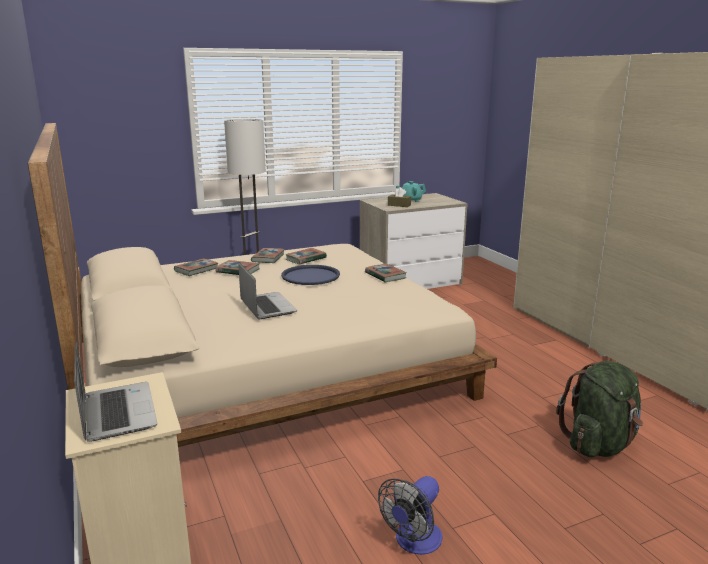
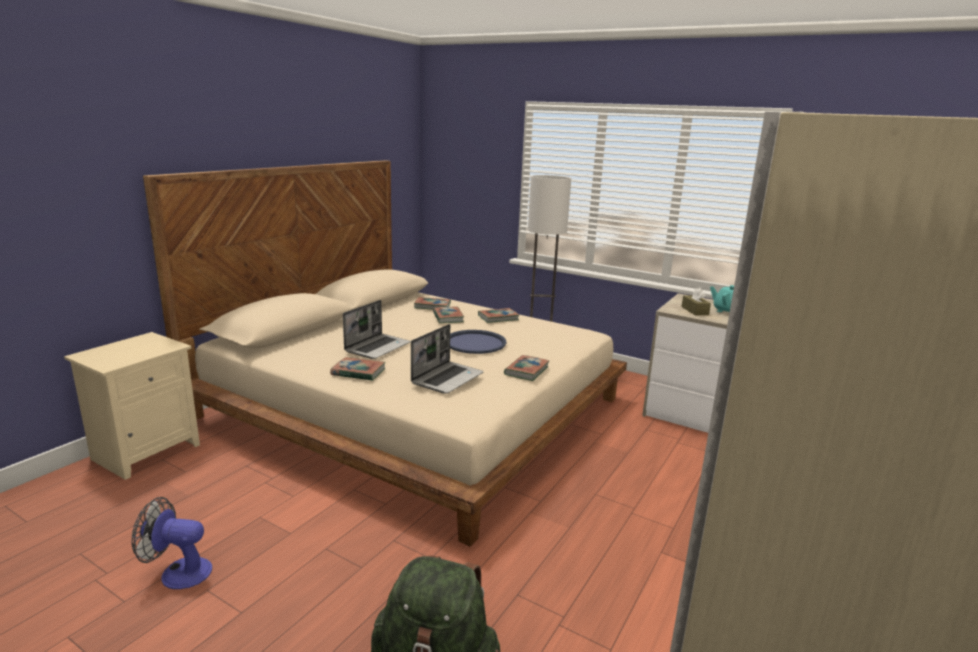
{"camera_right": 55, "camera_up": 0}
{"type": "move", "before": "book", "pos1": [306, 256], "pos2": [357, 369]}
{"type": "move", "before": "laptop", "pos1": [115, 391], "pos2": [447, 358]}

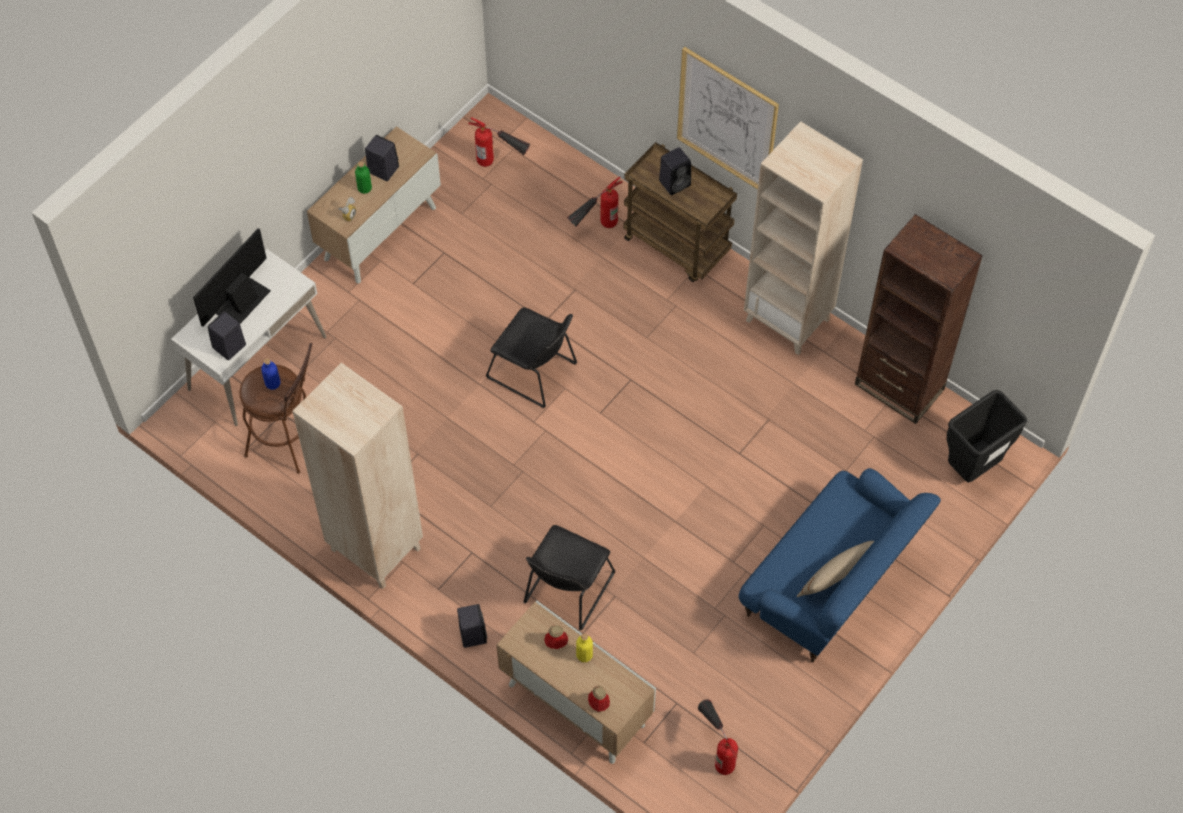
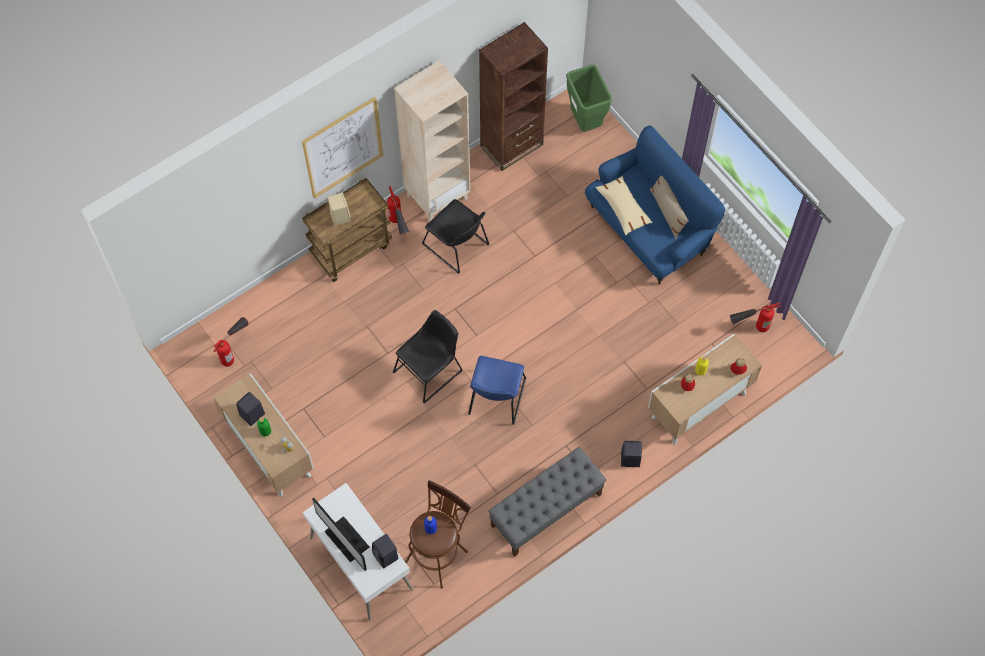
{"camera_right": -75, "camera_up": 5}
{"type": "recolor", "before": "speaker in black", "after": "speaker in beige", "pos1": [675, 171], "pos2": [339, 209]}
{"type": "move", "before": "fire extinguisher", "pos1": [595, 202], "pos2": [398, 209]}
{"type": "replace", "before": "bookcase in beige", "after": "bench in grey", "pos1": [357, 476], "pos2": [547, 502]}
{"type": "recolor", "before": "trash can in black", "after": "trash can in green", "pos1": [987, 436], "pos2": [589, 98]}
{"type": "move", "before": "chair in black", "pos1": [569, 578], "pos2": [455, 236]}
{"type": "insert", "after": "pillow in beige", "pos2": [624, 205]}
{"type": "insert", "after": "chair in blue", "pos2": [497, 390]}

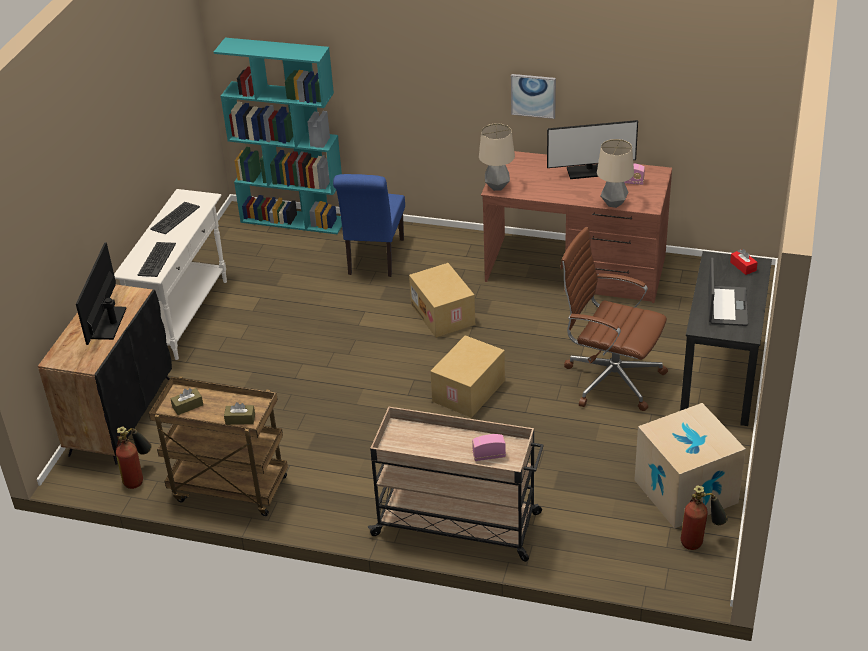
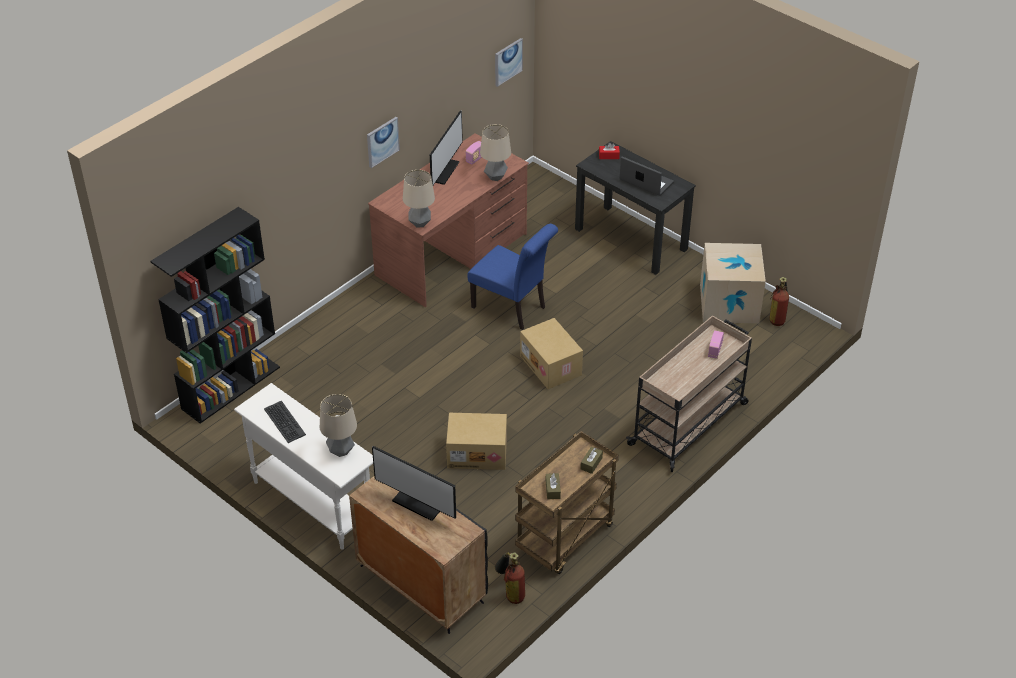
{"camera_right": -65, "camera_up": 5}
{"type": "recolor", "before": "bookcase in turquoise", "after": "bookcase in black", "pos1": [278, 136], "pos2": [215, 315]}
{"type": "move", "before": "chair in blue", "pos1": [369, 225], "pos2": [512, 277]}
{"type": "delete", "before": "office chair in brown", "pos1": [614, 319]}
{"type": "replace", "before": "keyboard", "after": "table lamp", "pos1": [156, 259], "pos2": [338, 425]}
{"type": "move", "before": "cardboard box", "pos1": [442, 300], "pos2": [476, 441]}
{"type": "insert", "after": "picture", "pos2": [509, 62]}

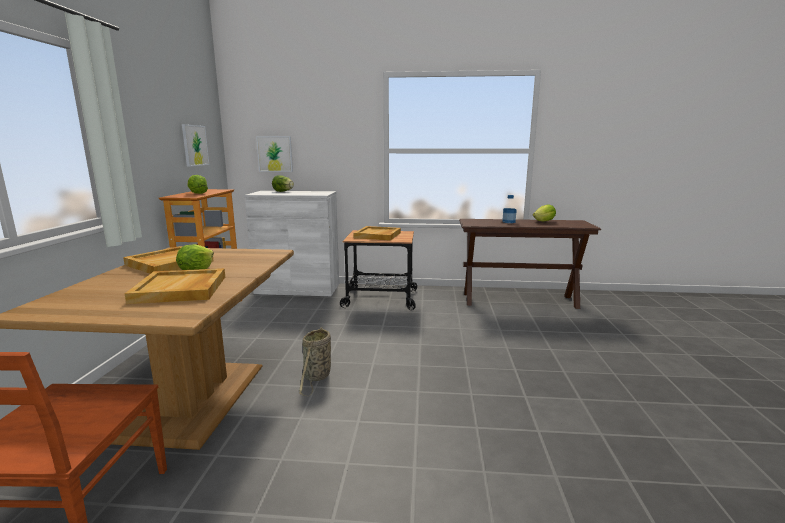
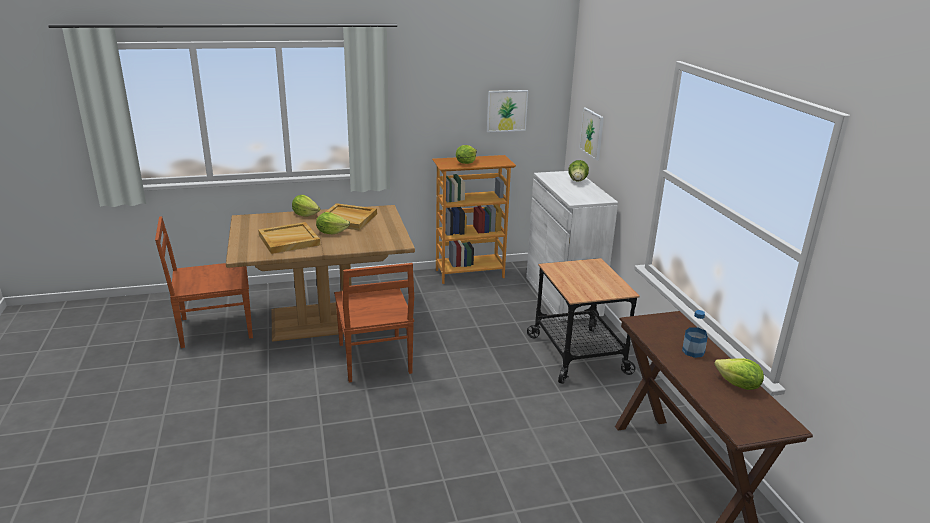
{"camera_right": 70, "camera_up": 10}
{"type": "delete", "before": "tray in beige", "pos1": [377, 233]}
{"type": "replace", "before": "basket", "after": "chair in brown", "pos1": [315, 361], "pos2": [374, 322]}
{"type": "insert", "after": "lettuce", "pos2": [306, 206]}

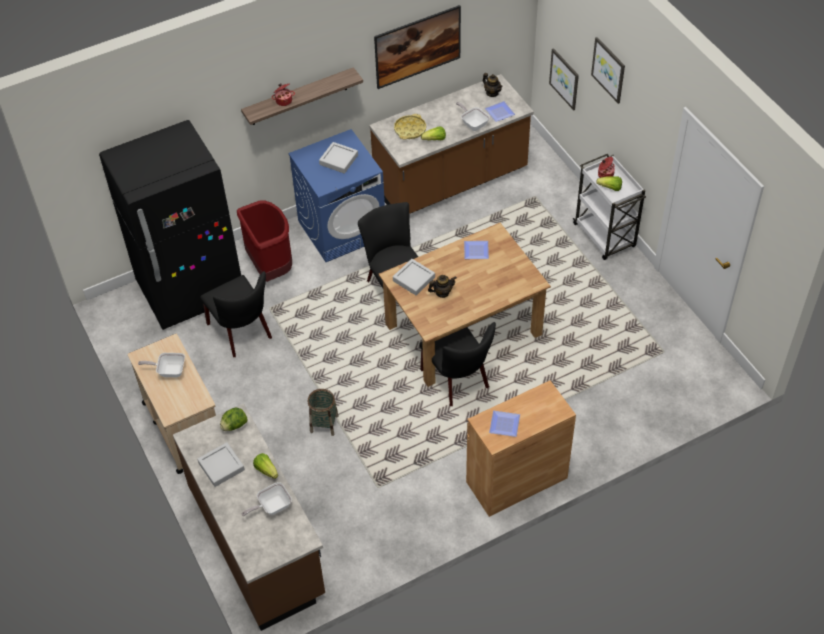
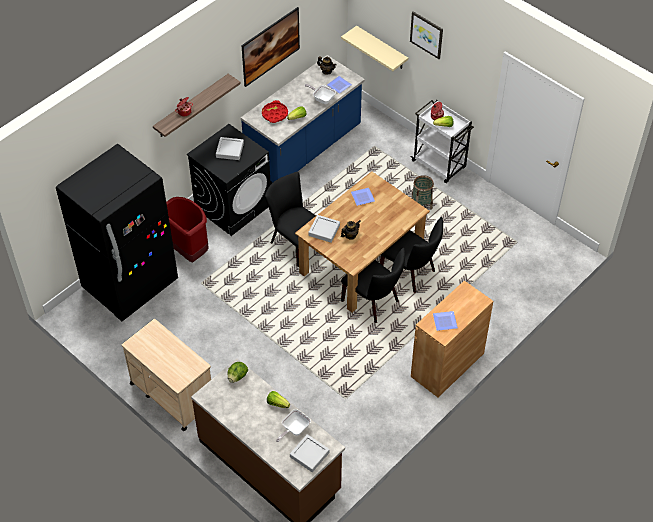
{"camera_right": -20, "camera_up": 0}
{"type": "replace", "before": "picture", "after": "shelf in beige", "pos1": [564, 79], "pos2": [374, 48]}
{"type": "recolor", "before": "counter in brown", "after": "counter in blue", "pos1": [451, 144], "pos2": [303, 119]}
{"type": "recolor", "before": "tray in yellow", "after": "tray in red", "pos1": [410, 127], "pos2": [275, 111]}
{"type": "recolor", "before": "washing machine in blue", "after": "washing machine in black", "pos1": [336, 195], "pos2": [229, 180]}
{"type": "move", "before": "chair in black", "pos1": [236, 314], "pos2": [411, 255]}
{"type": "delete", "before": "frying pan", "pos1": [161, 365]}
{"type": "move", "before": "basket", "pos1": [323, 412], "pos2": [422, 192]}
{"type": "move", "before": "tray in grey", "pos1": [221, 464], "pos2": [310, 453]}

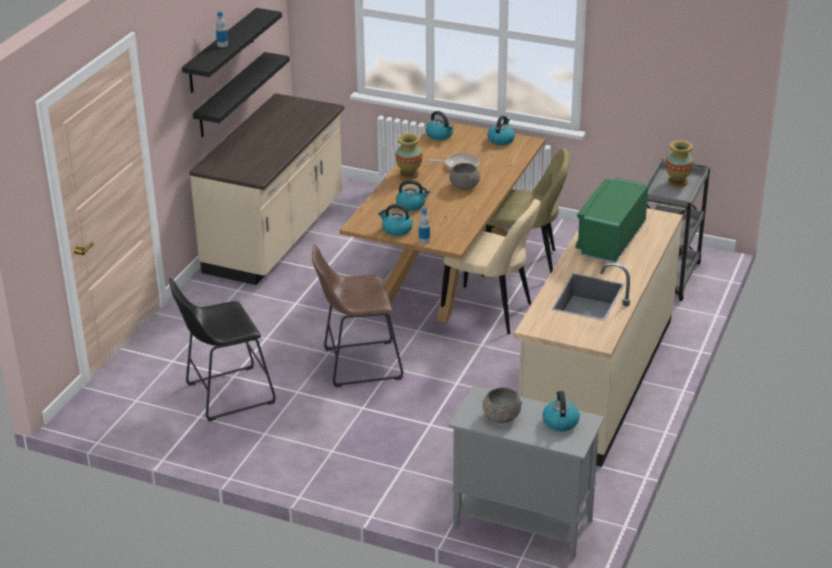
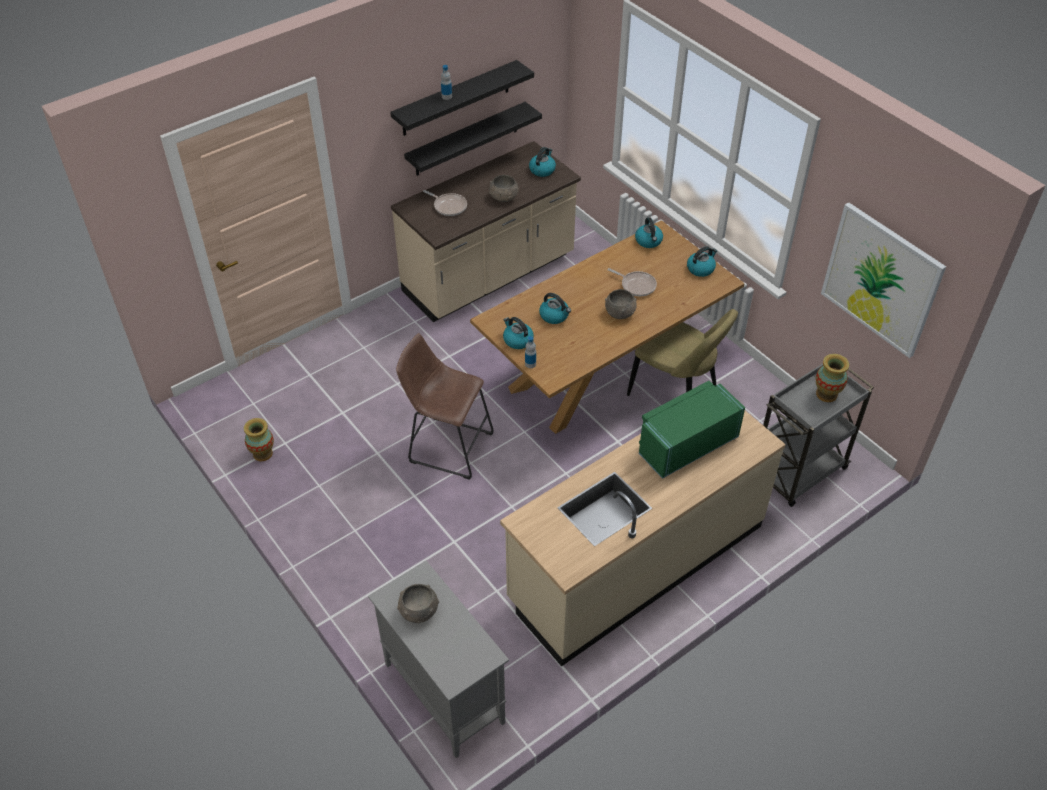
{"camera_right": 30, "camera_up": 15}
{"type": "move", "before": "vase", "pos1": [409, 156], "pos2": [259, 439]}
{"type": "delete", "before": "chair in beige", "pos1": [491, 266]}
{"type": "delete", "before": "stool in black", "pos1": [222, 349]}
{"type": "move", "before": "kettle", "pos1": [561, 411], "pos2": [542, 162]}
{"type": "insert", "after": "bowl in grey", "pos2": [504, 188]}
{"type": "insert", "after": "frying pan", "pos2": [445, 203]}
{"type": "insert", "after": "picture", "pos2": [883, 280]}

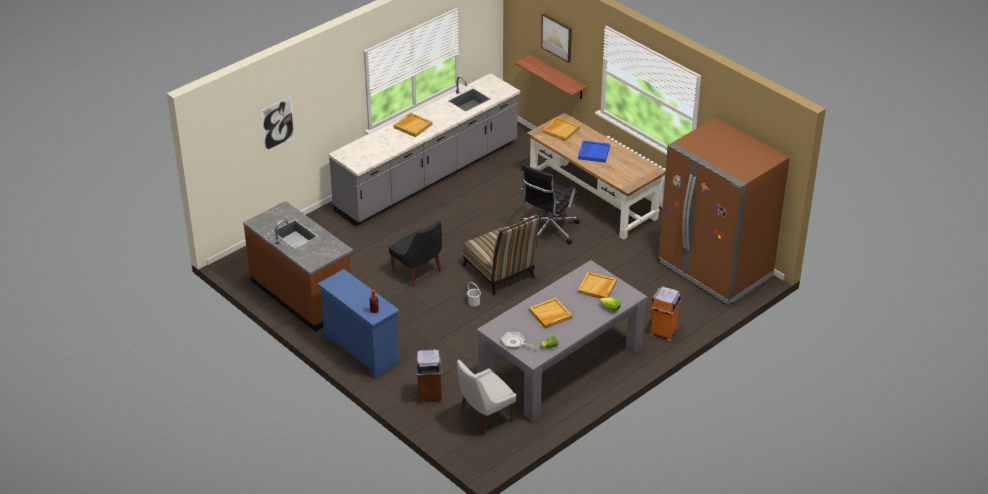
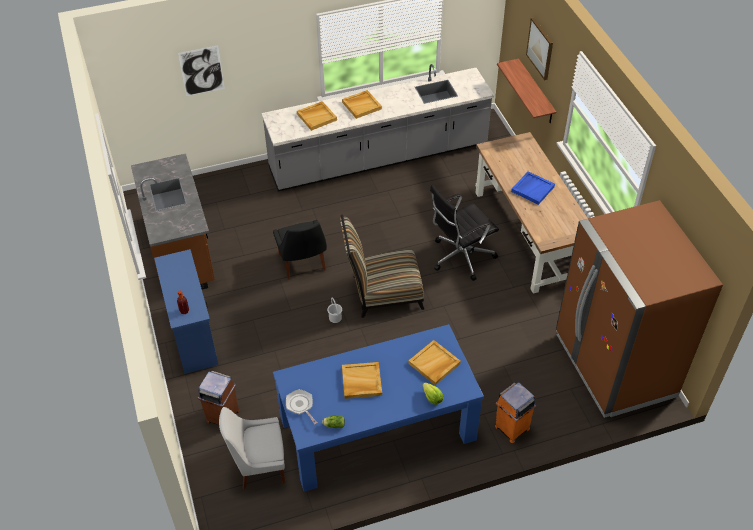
{"camera_right": 25, "camera_up": 10}
{"type": "move", "before": "tray in beige", "pos1": [561, 129], "pos2": [317, 116]}
{"type": "rotate", "before": "chair", "pos1": [501, 255], "pos2": [382, 266], "turn": 90}
{"type": "recolor", "before": "dining table in grey", "after": "dining table in blue", "pos1": [562, 340], "pos2": [378, 408]}

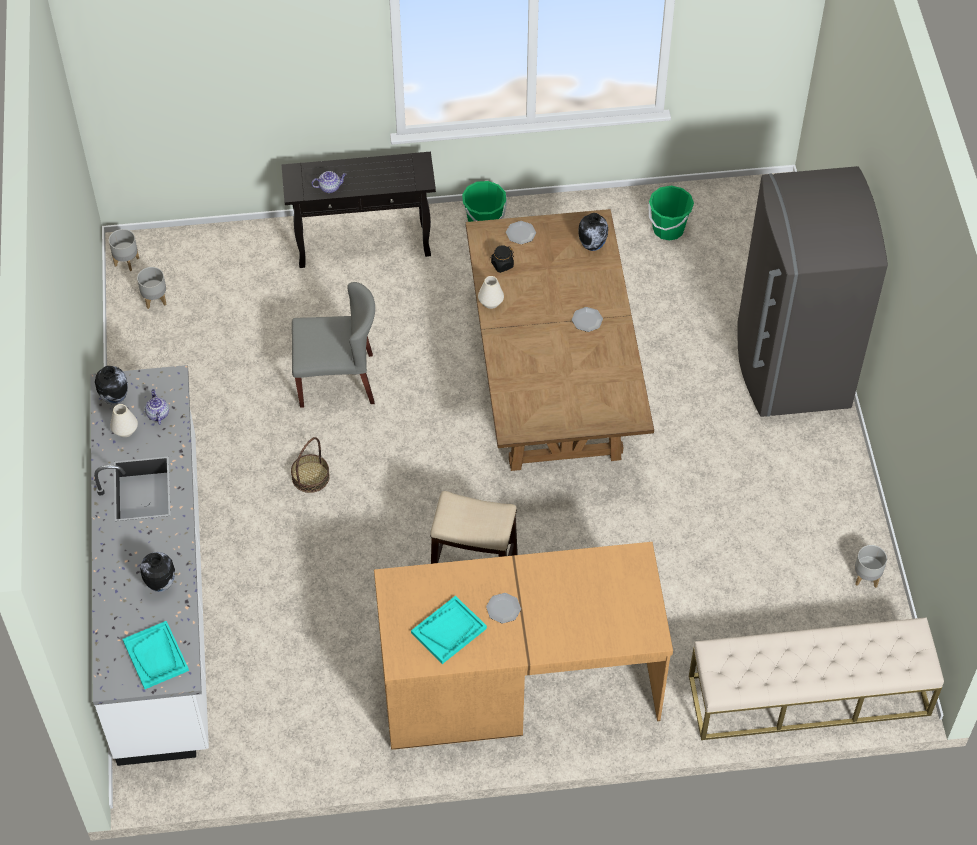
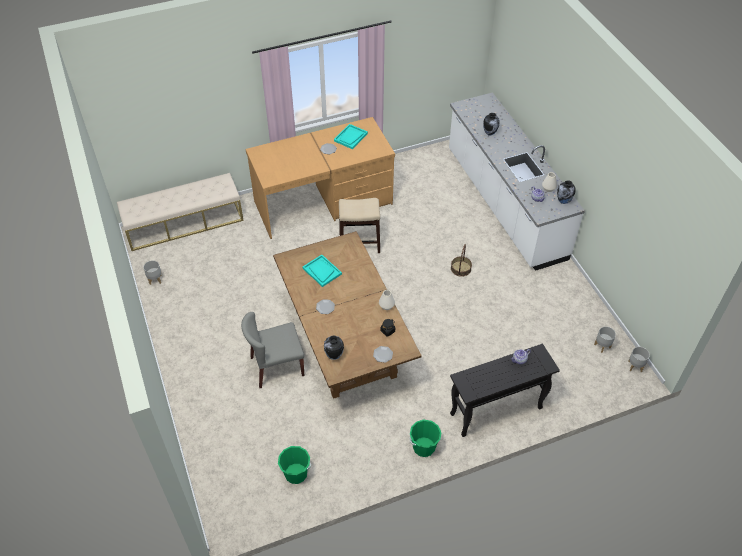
{"camera_right": 165, "camera_up": -5}
{"type": "delete", "before": "fridge in grey", "pos1": [813, 291]}
{"type": "move", "before": "chair in grey", "pos1": [333, 345], "pos2": [272, 350]}
{"type": "move", "before": "tray in turquoise", "pos1": [156, 655], "pos2": [322, 271]}

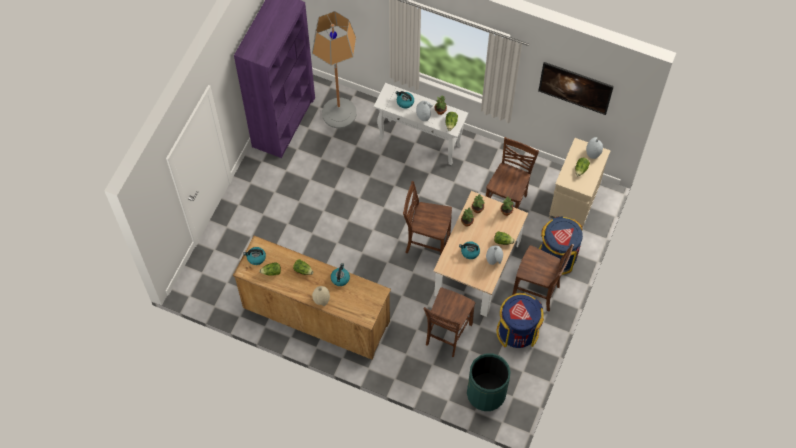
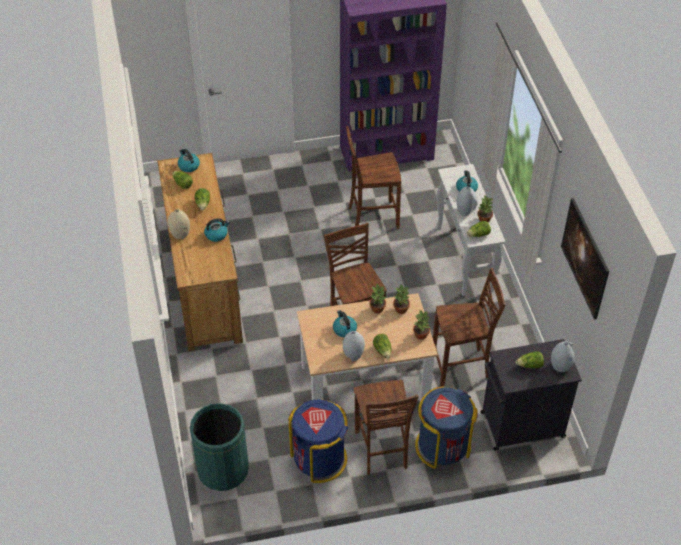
{"camera_right": 55, "camera_up": -15}
{"type": "delete", "before": "floor lamp", "pos1": [334, 70]}
{"type": "recolor", "before": "cabinet in beige", "after": "cabinet in black", "pos1": [580, 182], "pos2": [531, 395]}
{"type": "move", "before": "chair in brown", "pos1": [449, 322], "pos2": [373, 177]}

